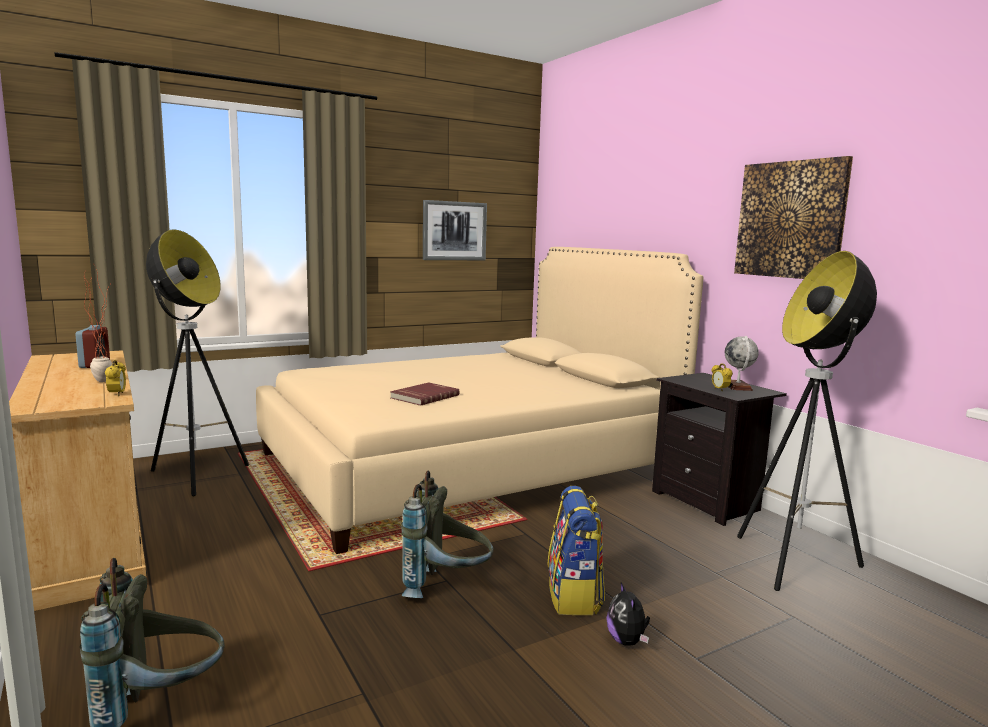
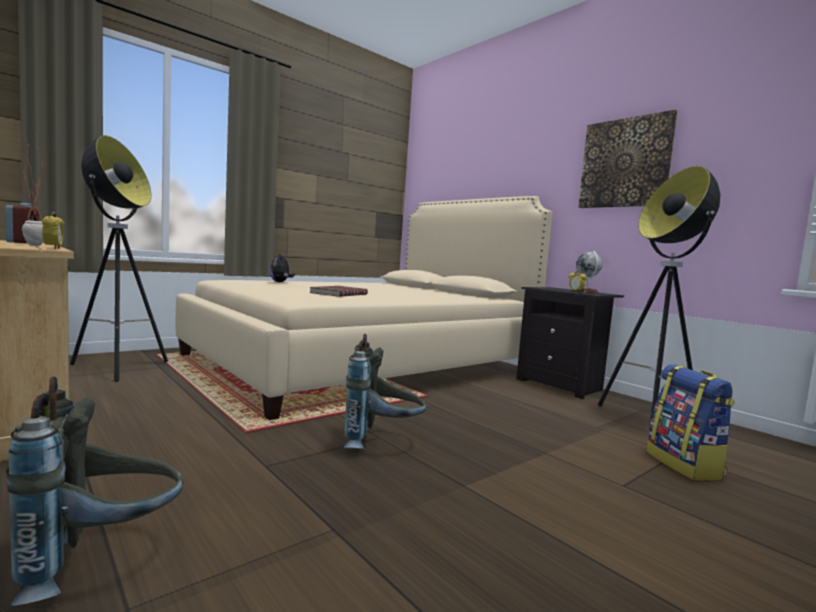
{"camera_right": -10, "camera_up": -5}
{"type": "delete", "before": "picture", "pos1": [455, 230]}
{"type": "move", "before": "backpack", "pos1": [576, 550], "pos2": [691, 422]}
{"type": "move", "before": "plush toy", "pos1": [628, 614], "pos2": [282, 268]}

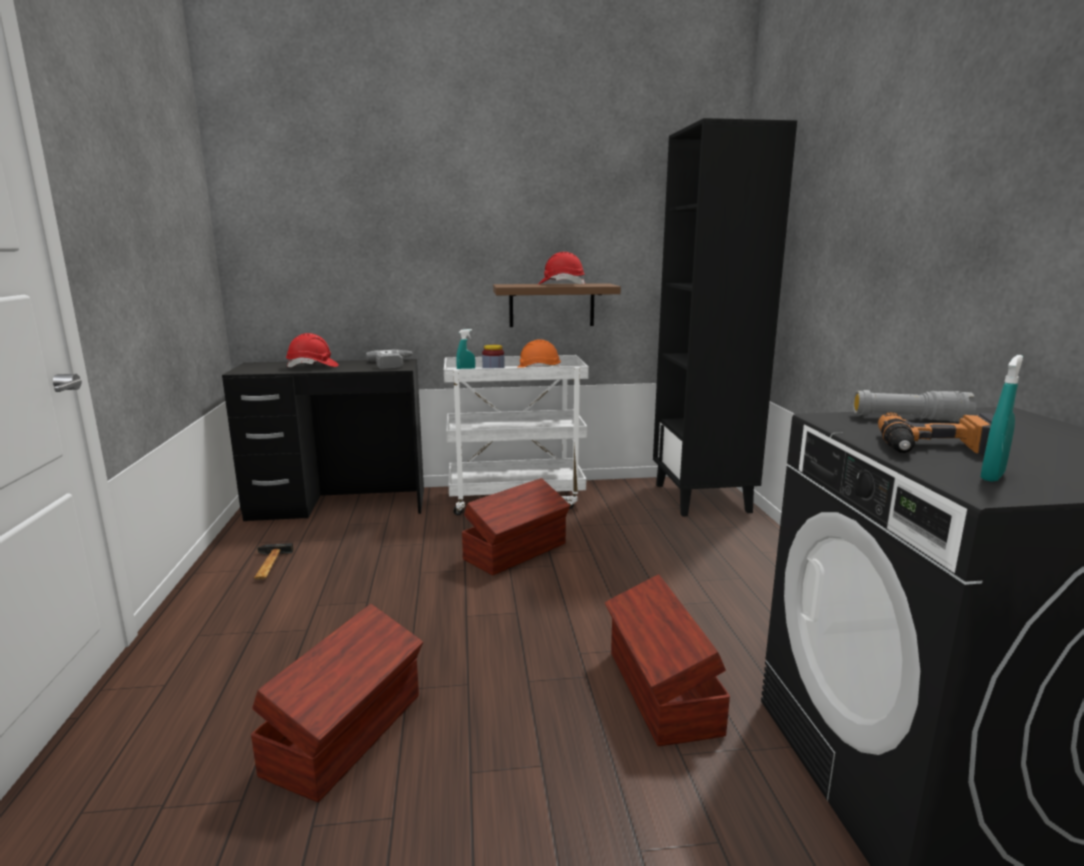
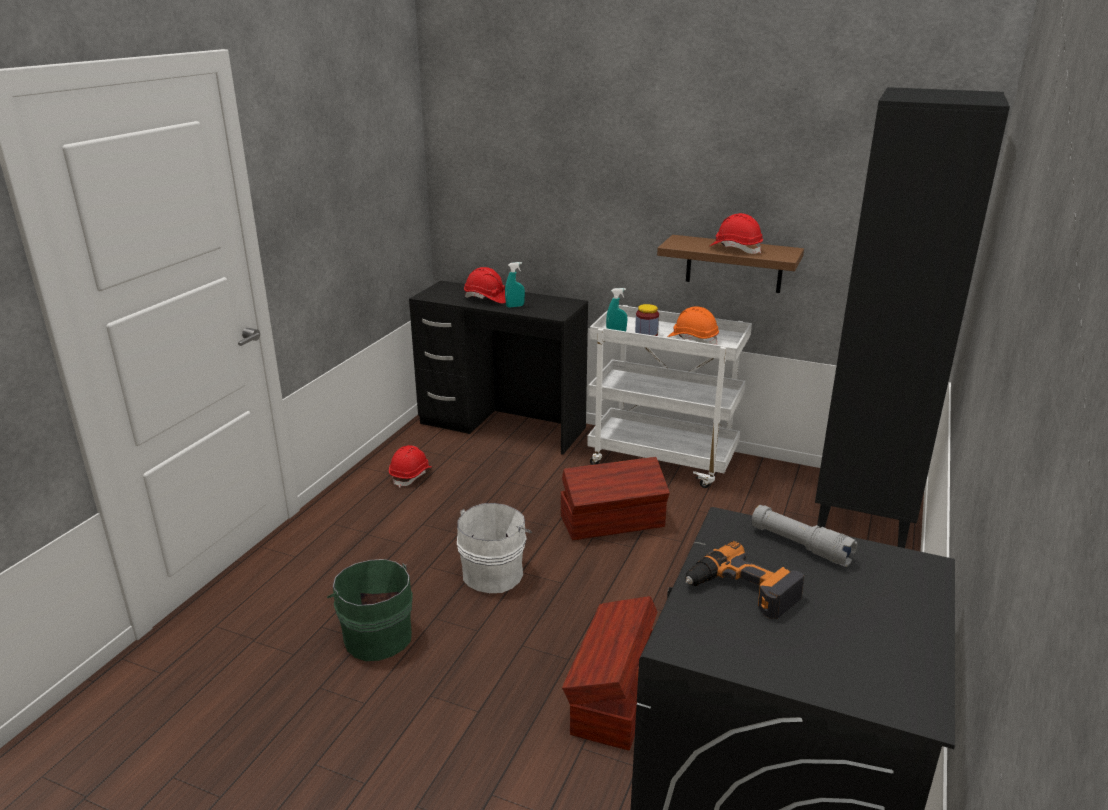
{"camera_right": 30, "camera_up": 10}
{"type": "delete", "before": "power drill", "pos1": [389, 359]}
{"type": "move", "before": "spray bottle in turquoise", "pos1": [1002, 418], "pos2": [515, 285]}
{"type": "replace", "before": "hammer", "after": "hard hat in red", "pos1": [273, 561], "pos2": [410, 466]}
{"type": "replace", "before": "storage box in brown", "after": "bucket in green", "pos1": [337, 703], "pos2": [370, 610]}
{"type": "insert", "after": "bucket in white", "pos2": [494, 548]}

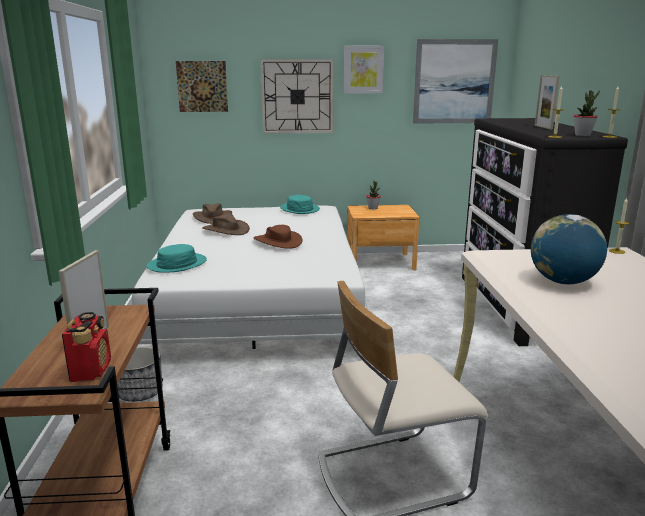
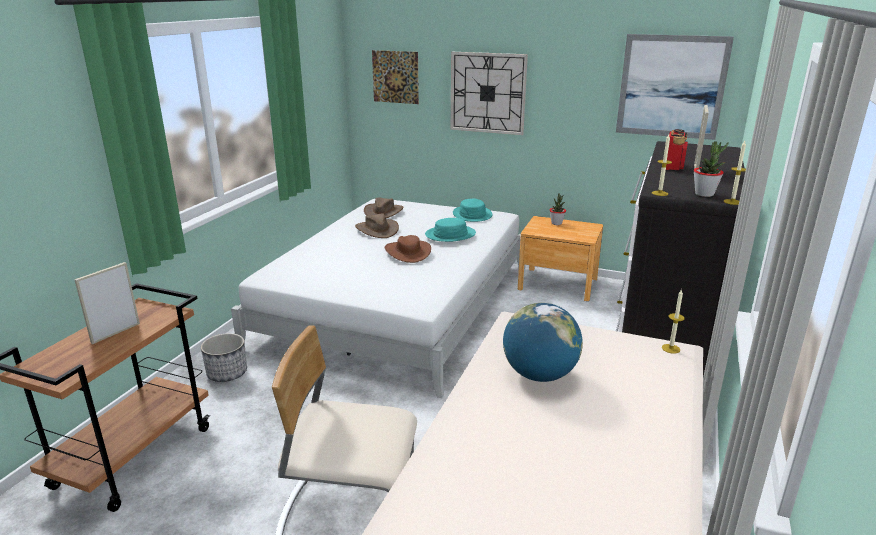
{"camera_right": 25, "camera_up": 5}
{"type": "delete", "before": "picture", "pos1": [364, 70]}
{"type": "move", "before": "hat in turquoise", "pos1": [177, 258], "pos2": [450, 230]}
{"type": "move", "before": "radio", "pos1": [86, 347], "pos2": [677, 149]}

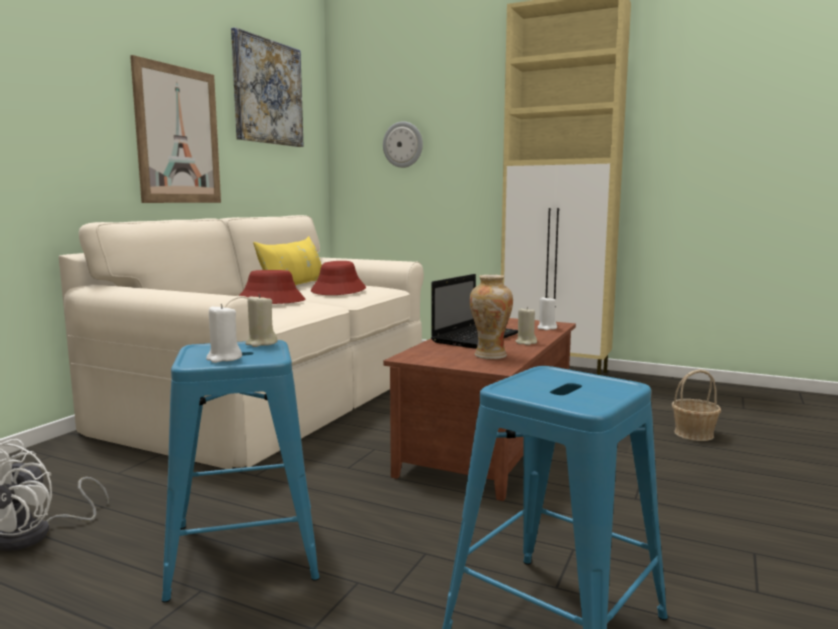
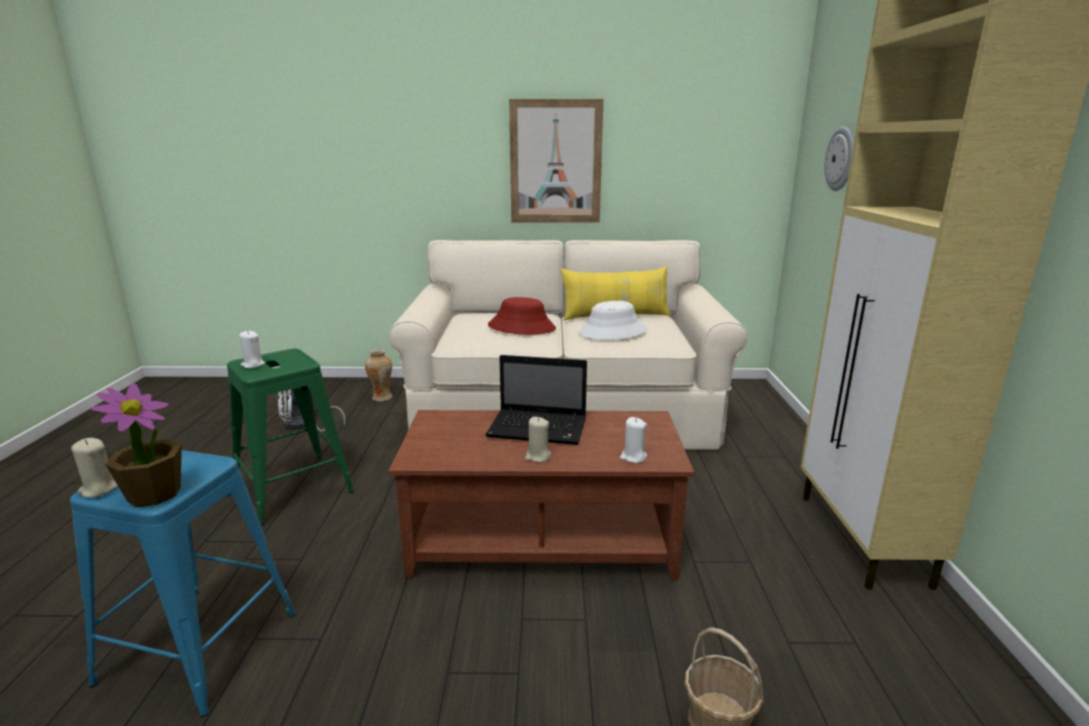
{"camera_right": 65, "camera_up": 10}
{"type": "delete", "before": "picture", "pos1": [267, 87]}
{"type": "recolor", "before": "hat in red", "after": "hat in white", "pos1": [338, 278], "pos2": [613, 320]}
{"type": "move", "before": "vase", "pos1": [491, 317], "pos2": [378, 375]}
{"type": "move", "before": "candle in beige", "pos1": [261, 320], "pos2": [94, 468]}
{"type": "recolor", "before": "stool in blue", "after": "stool in green", "pos1": [240, 471], "pos2": [290, 437]}
{"type": "insert", "after": "potted plant", "pos2": [136, 445]}

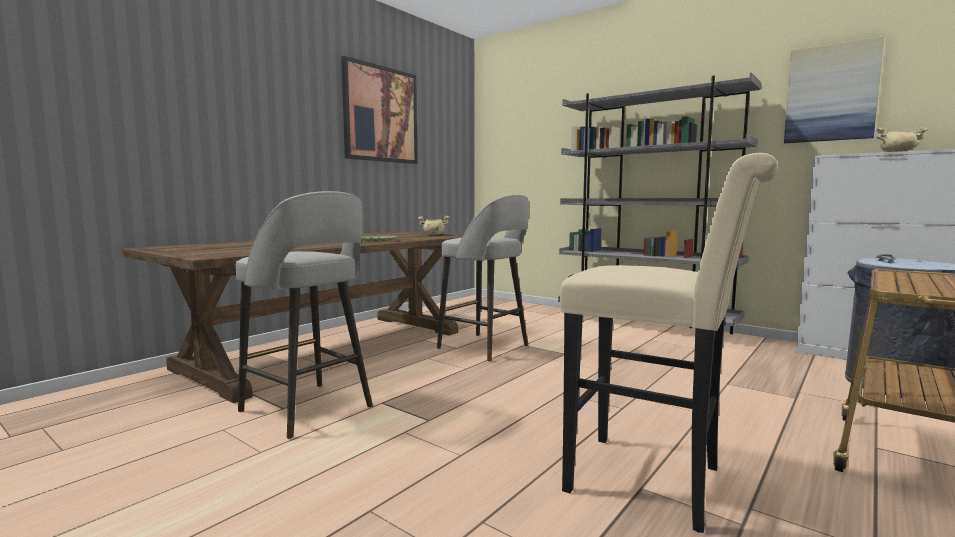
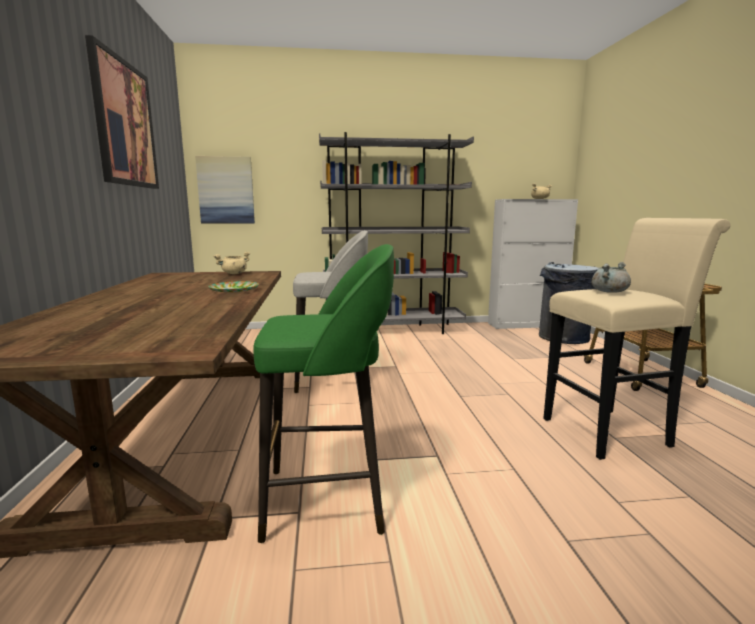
{"camera_right": -45, "camera_up": 5}
{"type": "move", "before": "picture", "pos1": [834, 89], "pos2": [225, 190]}
{"type": "recolor", "before": "stool in grey", "after": "stool in green", "pos1": [304, 315], "pos2": [323, 393]}
{"type": "insert", "after": "cooking pot in grey", "pos2": [611, 277]}

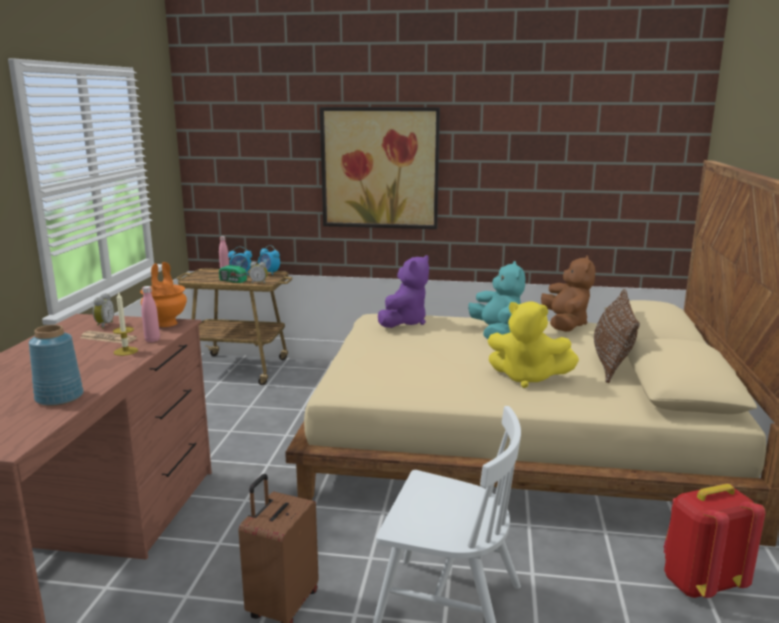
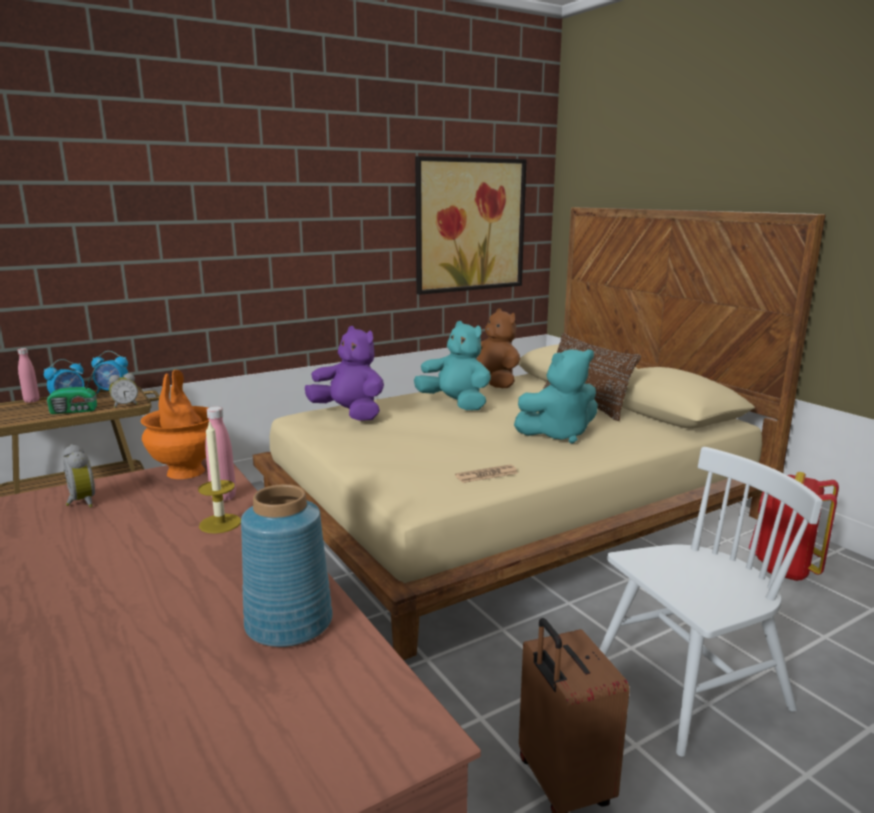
{"camera_right": -40, "camera_up": 0}
{"type": "move", "before": "picture", "pos1": [380, 168], "pos2": [471, 225]}
{"type": "rotate", "before": "plush toy in purple", "pos1": [403, 291], "pos2": [344, 373], "turn": -45}
{"type": "recolor", "before": "plush toy in yellow", "after": "plush toy in turquoise", "pos1": [533, 344], "pos2": [556, 397]}
{"type": "move", "before": "newspaper", "pos1": [109, 337], "pos2": [486, 474]}

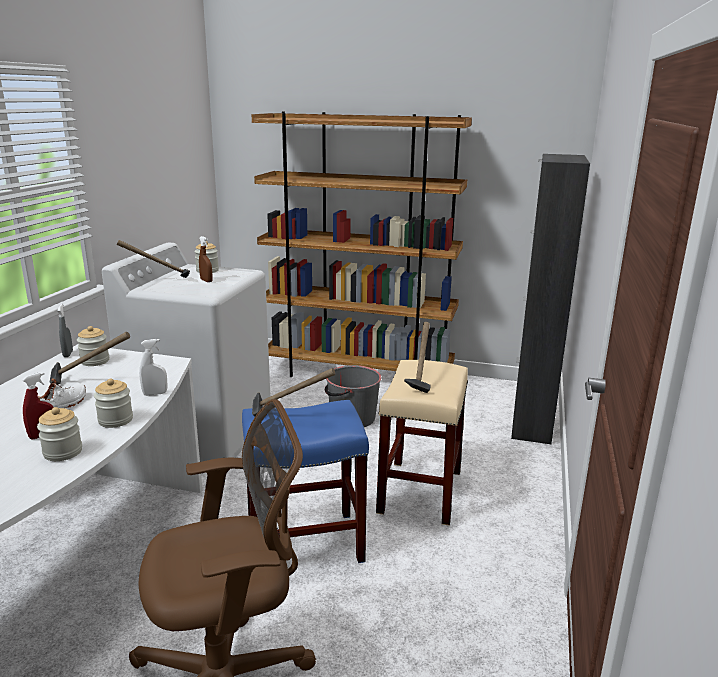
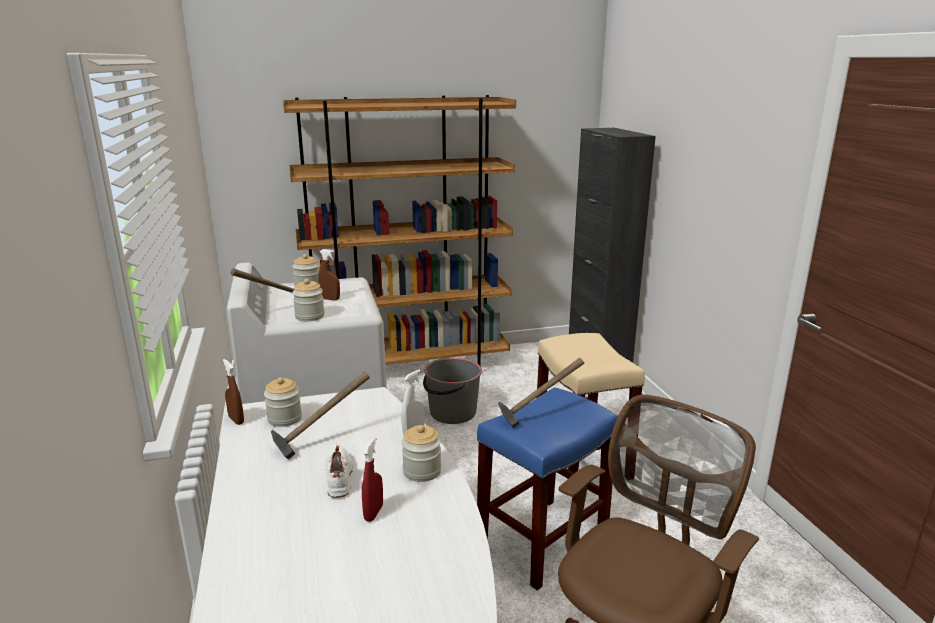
{"camera_right": -30, "camera_up": 0}
{"type": "recolor", "before": "spray bottle in grey", "after": "spray bottle in brown", "pos1": [65, 330], "pos2": [233, 392]}
{"type": "delete", "before": "hammer", "pos1": [417, 357]}
{"type": "move", "before": "jar", "pos1": [59, 434], "pos2": [308, 300]}

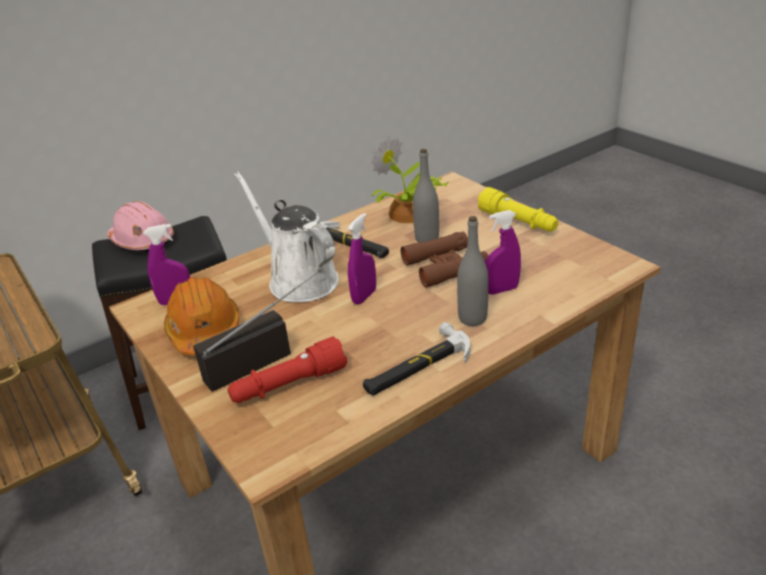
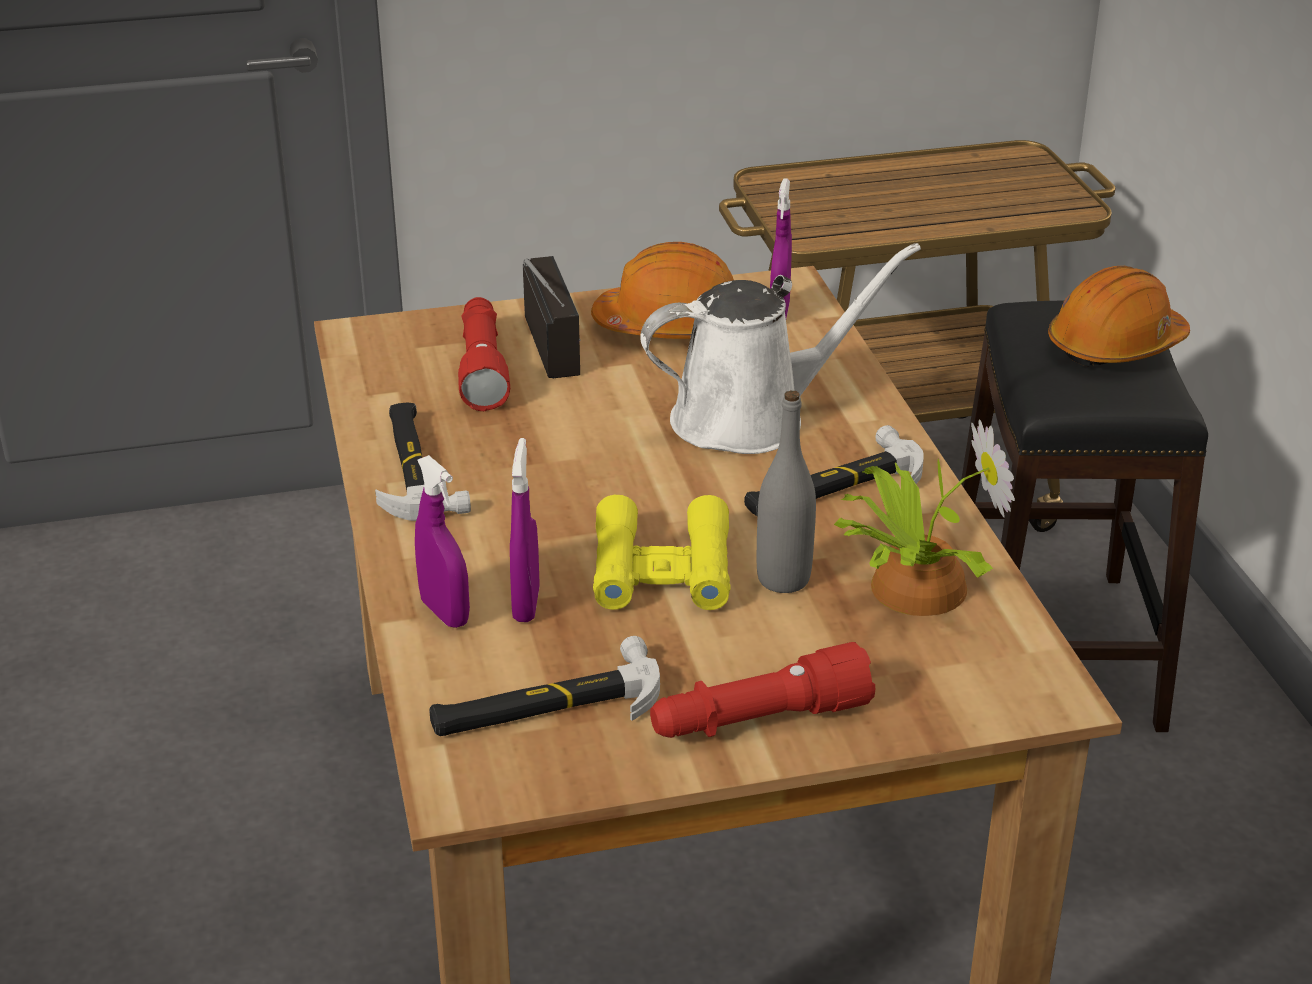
{"camera_right": 110, "camera_up": 0}
{"type": "recolor", "before": "flashlight in yellow", "after": "flashlight in red", "pos1": [518, 209], "pos2": [762, 690]}
{"type": "recolor", "before": "hard hat in pink", "after": "hard hat in orange", "pos1": [140, 226], "pos2": [1119, 316]}
{"type": "move", "before": "spray bottle in purple", "pos1": [362, 258], "pos2": [442, 541]}
{"type": "delete", "before": "bottle in grey", "pos1": [473, 271]}
{"type": "recolor", "before": "binoculars in brown", "after": "binoculars in yellow", "pos1": [444, 260], "pos2": [662, 552]}
{"type": "insert", "after": "hammer", "pos2": [544, 686]}

